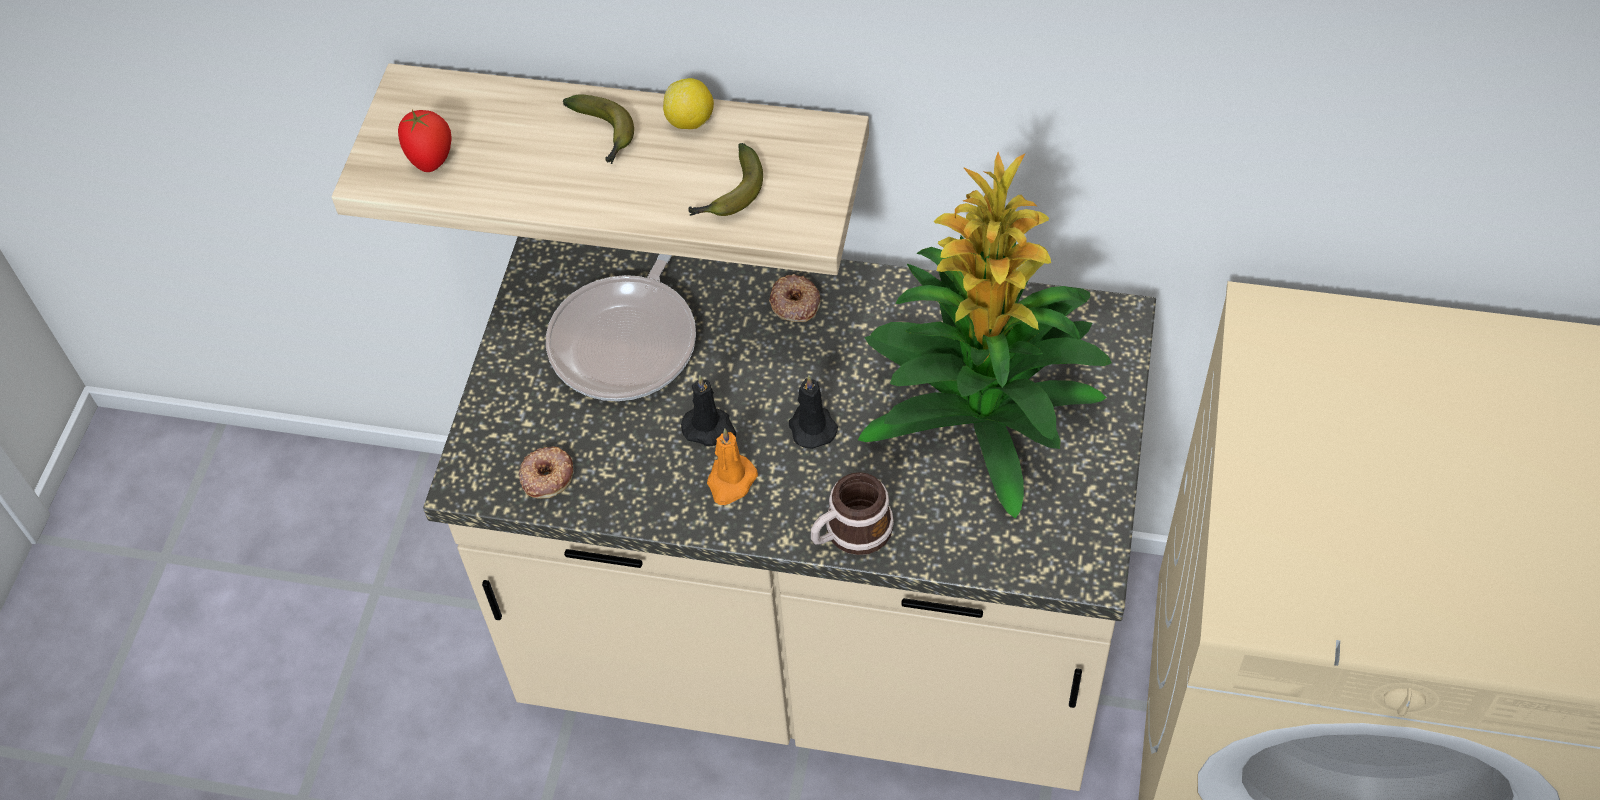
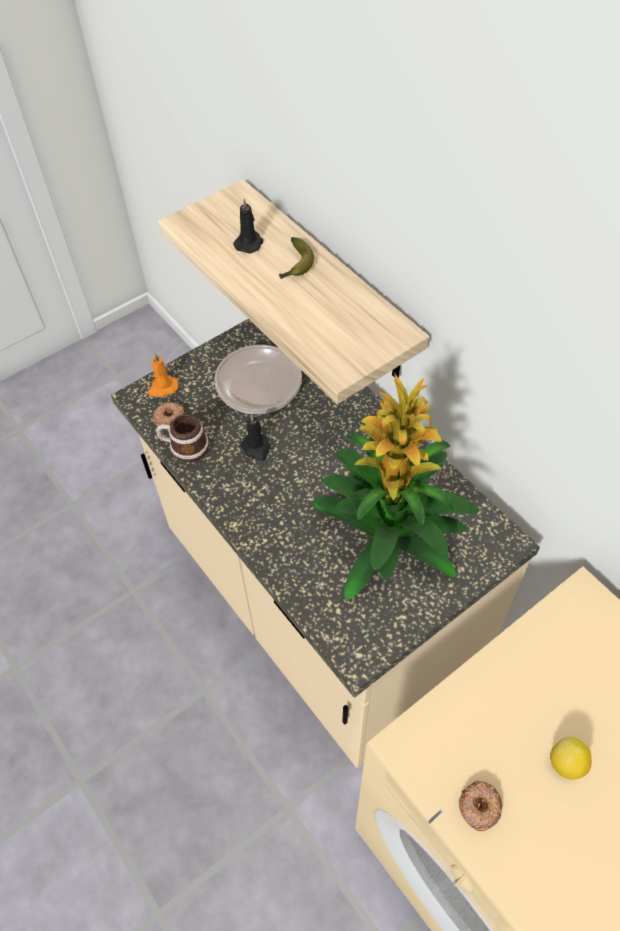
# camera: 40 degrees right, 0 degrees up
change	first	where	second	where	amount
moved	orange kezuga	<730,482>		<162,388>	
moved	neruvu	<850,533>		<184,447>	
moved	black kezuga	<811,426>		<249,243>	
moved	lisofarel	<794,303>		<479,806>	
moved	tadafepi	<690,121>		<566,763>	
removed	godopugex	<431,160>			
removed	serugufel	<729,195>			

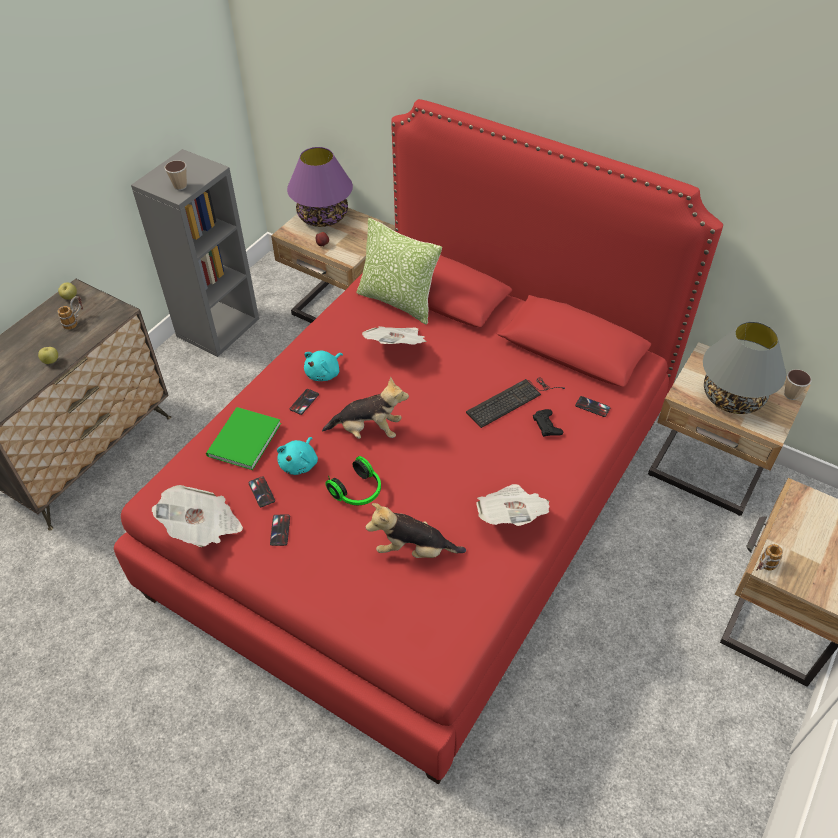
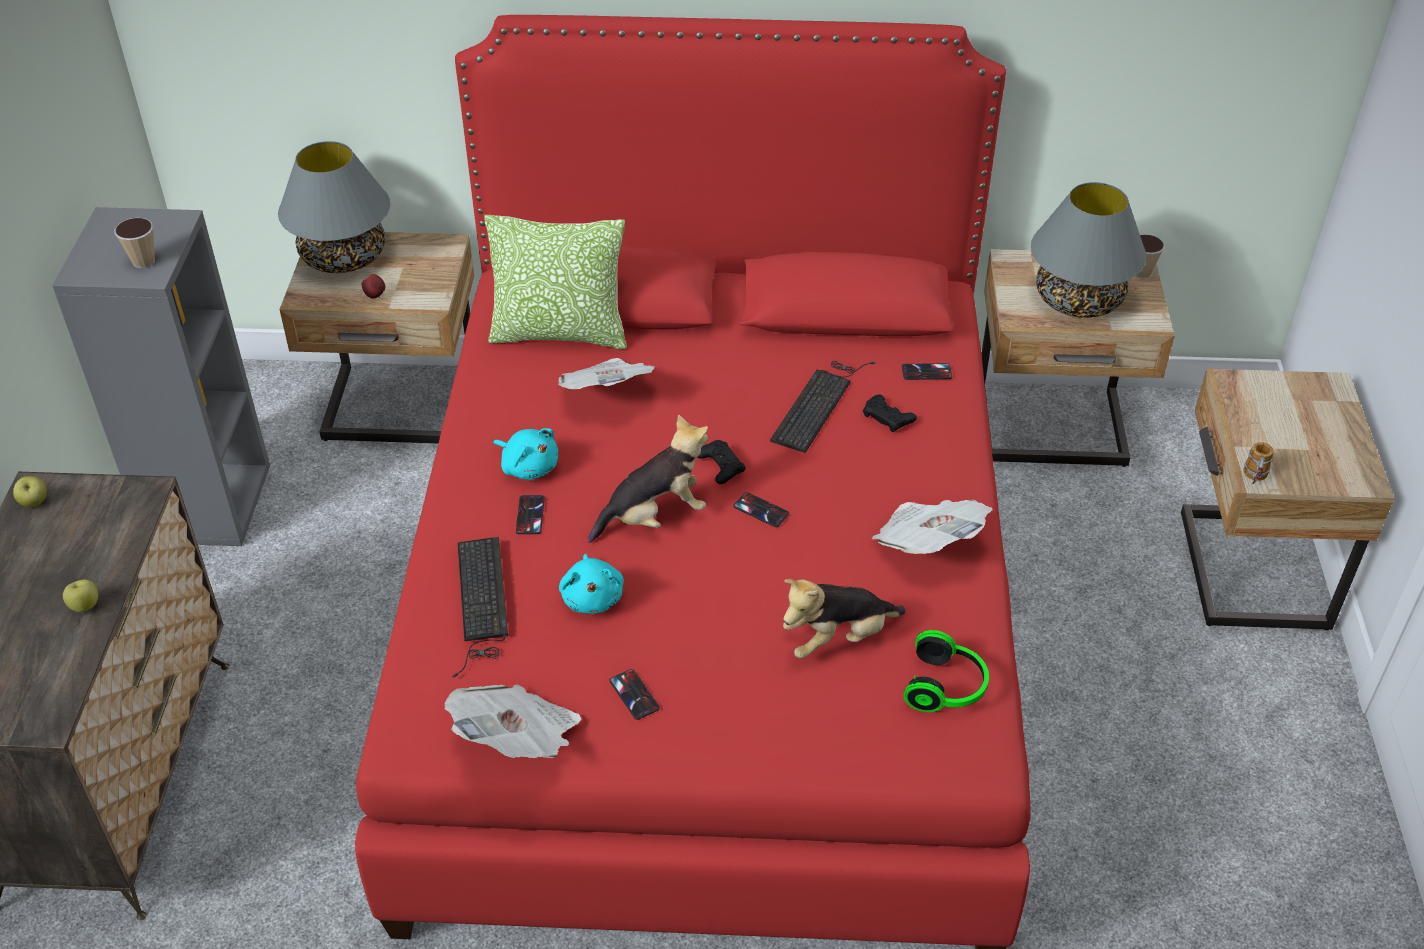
# camera: 30 degrees left, 5 degrees down
change	first	where	second	where	amount
recoloured	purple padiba	<323,216>	grey padiba	<343,256>	
replaced	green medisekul	<242,440>	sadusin	<480,602>	
turned	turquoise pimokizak	<324,373>		<528,466>	60 degrees counterclockwise
added			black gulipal	<720,466>	
moved	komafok	<261,492>		<761,510>	
moved	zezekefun	<358,492>		<946,687>	
removed	neruvu	<75,320>			

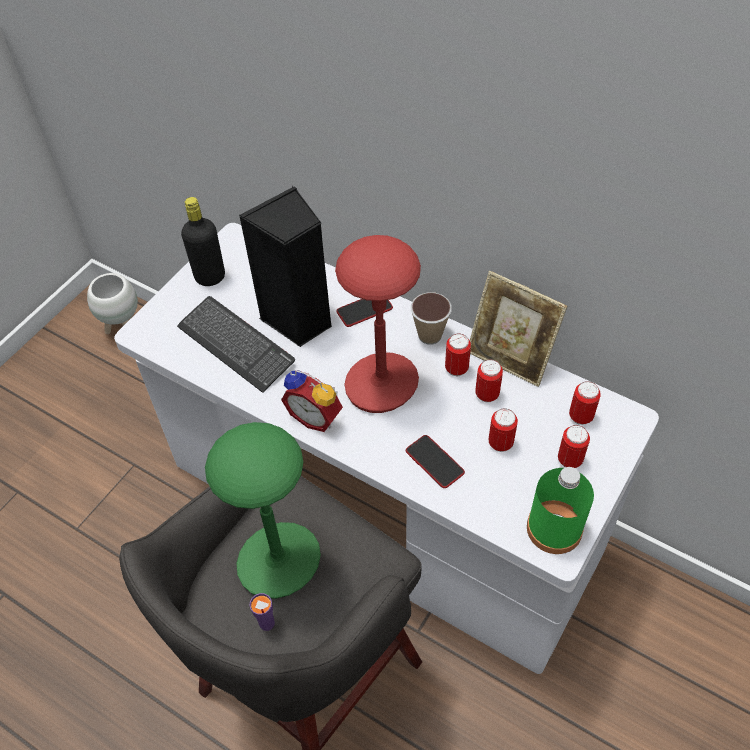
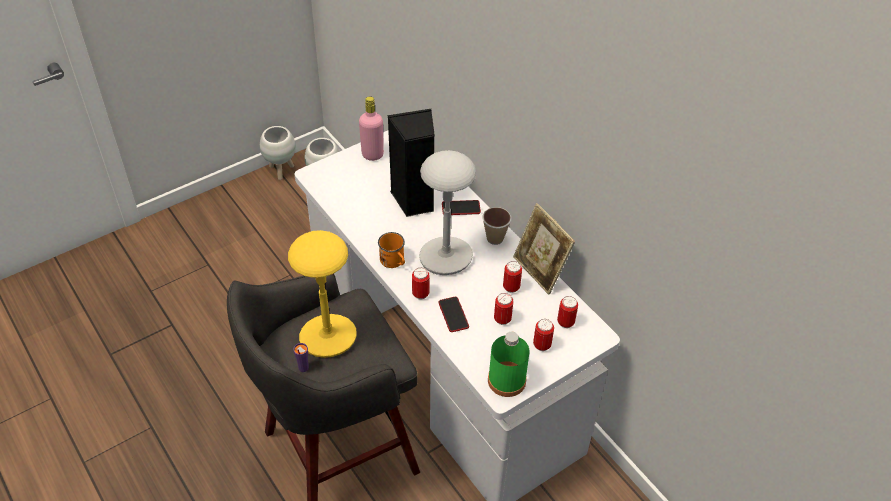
# camera: 20 degrees right, 5 degrees down
change	first	where	second	where	amount
added			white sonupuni	<281,170>	
recoloured	green padiba	<279,563>	yellow padiba	<328,338>	
recoloured	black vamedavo	<210,277>	pink vamedavo	<372,155>	
replaced	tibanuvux	<316,416>	orange neruvu	<394,262>	
moved	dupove	<456,369>		<420,294>	
recoloured	red padiba	<382,385>	grey padiba	<445,258>	
removed	sadusin	<236,345>			

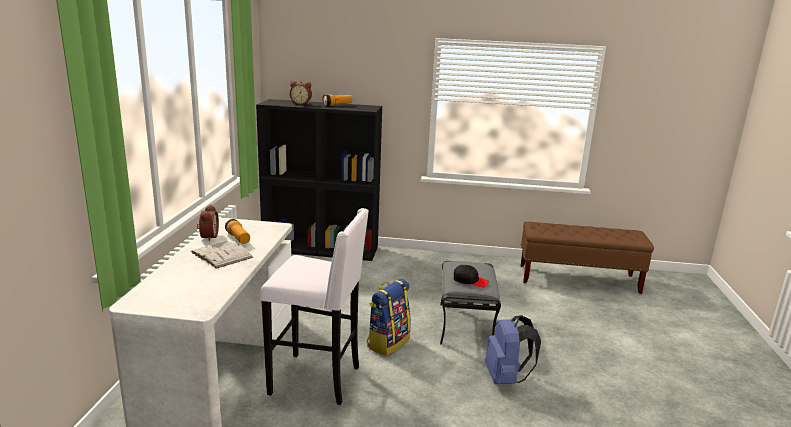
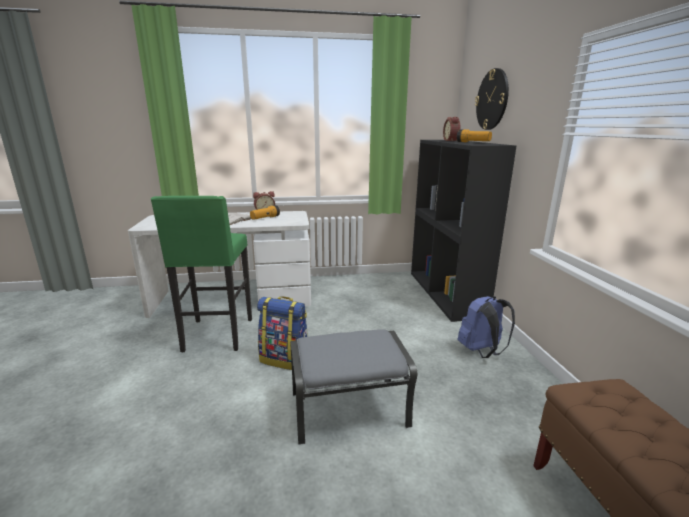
# camera: 75 degrees right, 0 degrees up
change	first	where	second	where	amount
recoloured	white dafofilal	<317,380>	green dafofilal	<217,336>	
moved	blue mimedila	<506,378>		<482,351>	
added			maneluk	<492,99>	
removed	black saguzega	<470,281>			

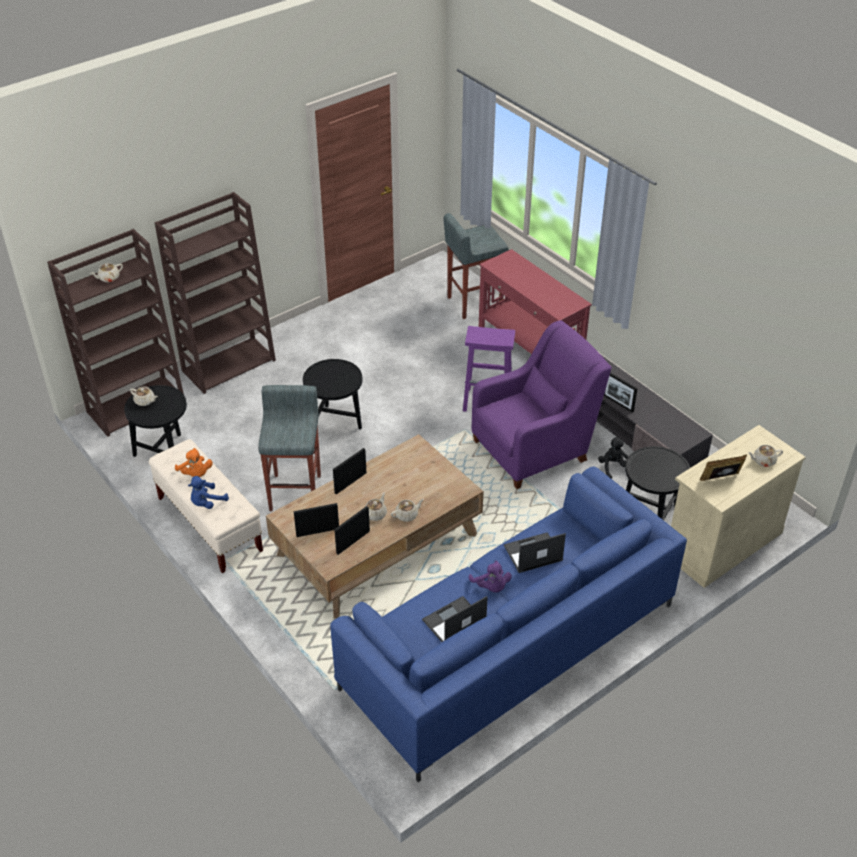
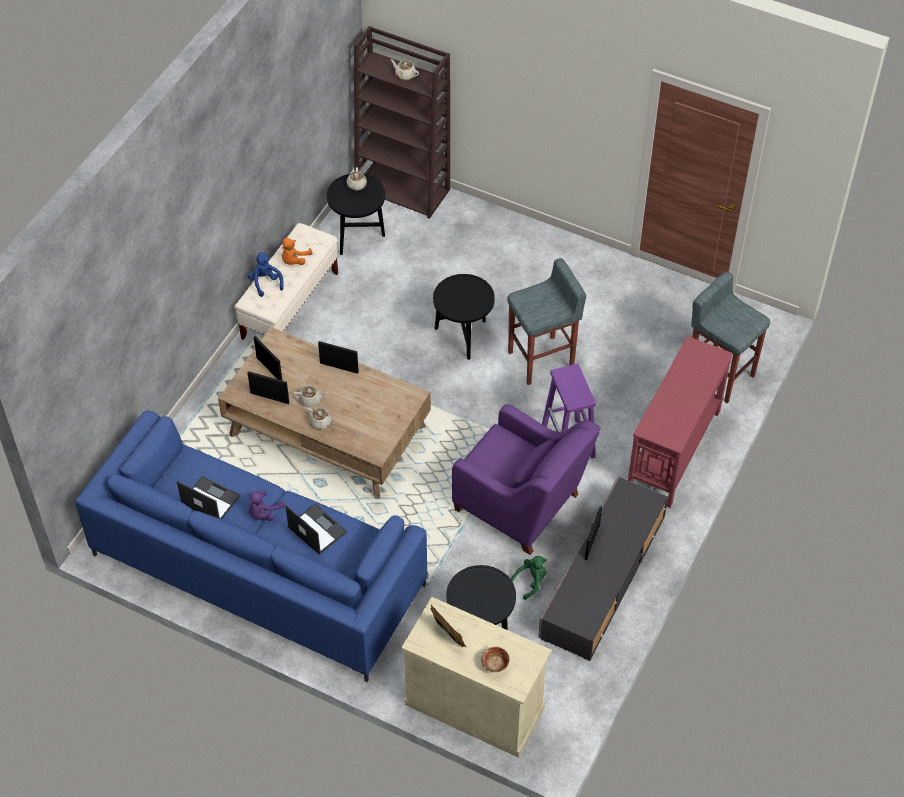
# camera: 65 degrees right, 10 degrees up
change	first	where	second	where	amount
turned	blue pimokizak	<207,503>		<265,283>	45 degrees clockwise
replaced	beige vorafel	<763,461>	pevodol	<495,665>	
moved	grey dafofilal	<296,491>		<542,360>	
recoloured	black pimokizak	<614,468>	green pimokizak	<531,581>	
removed	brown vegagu	<229,364>			

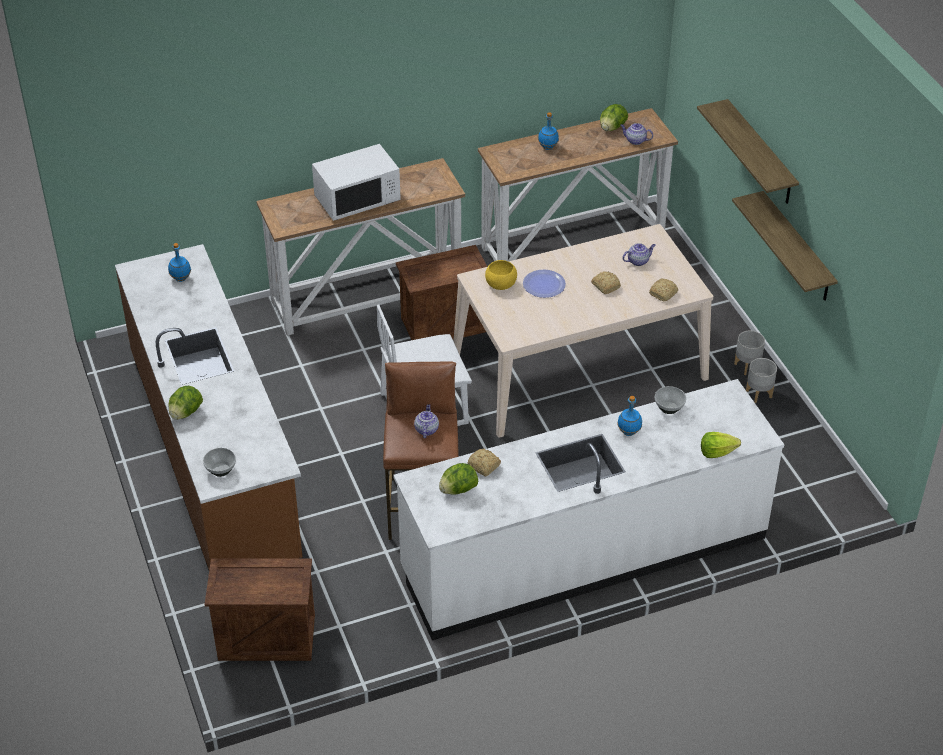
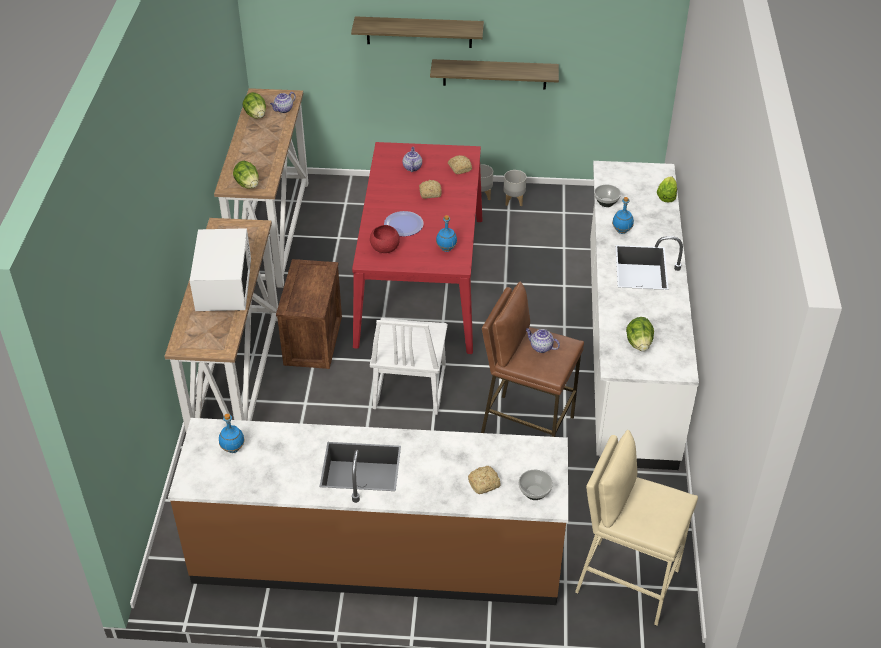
# camera: 65 degrees left, 0 degrees up
change	first	where	second	where	amount
moved	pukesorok	<185,413>		<247,184>	
recoloured	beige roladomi	<579,366>	red roladomi	<421,279>	
recoloured	yellow pevodol	<501,284>	red pevodol	<385,248>	
moved	blue vamedavo	<548,147>		<446,249>	
moved	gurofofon	<484,466>		<484,483>	
replaced	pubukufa	<268,636>	beige dafofilal	<626,581>	

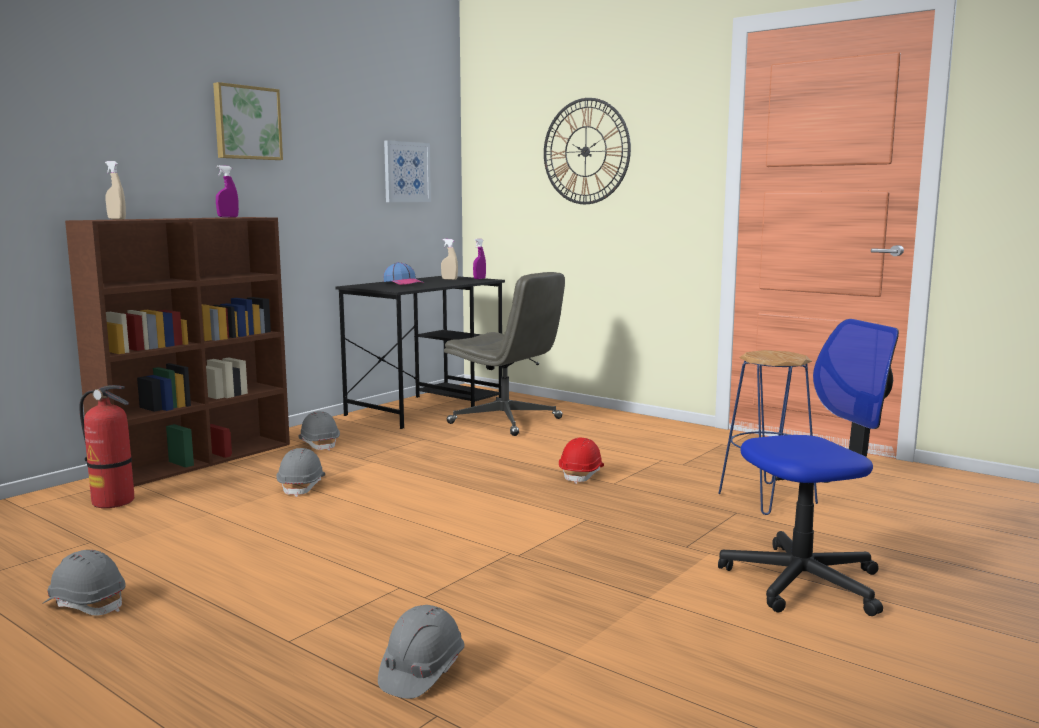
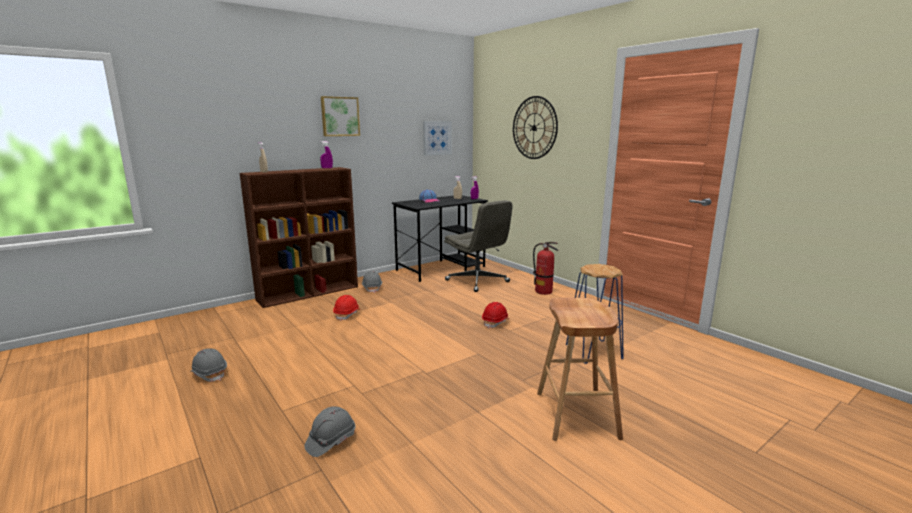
# camera: 15 degrees right, 5 degrees up
change	first	where	second	where	amount
recoloured	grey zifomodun	<302,486>	red zifomodun	<347,314>	
moved	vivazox	<114,502>		<543,292>	
replaced	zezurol	<803,581>	brown dafofilal	<576,414>	

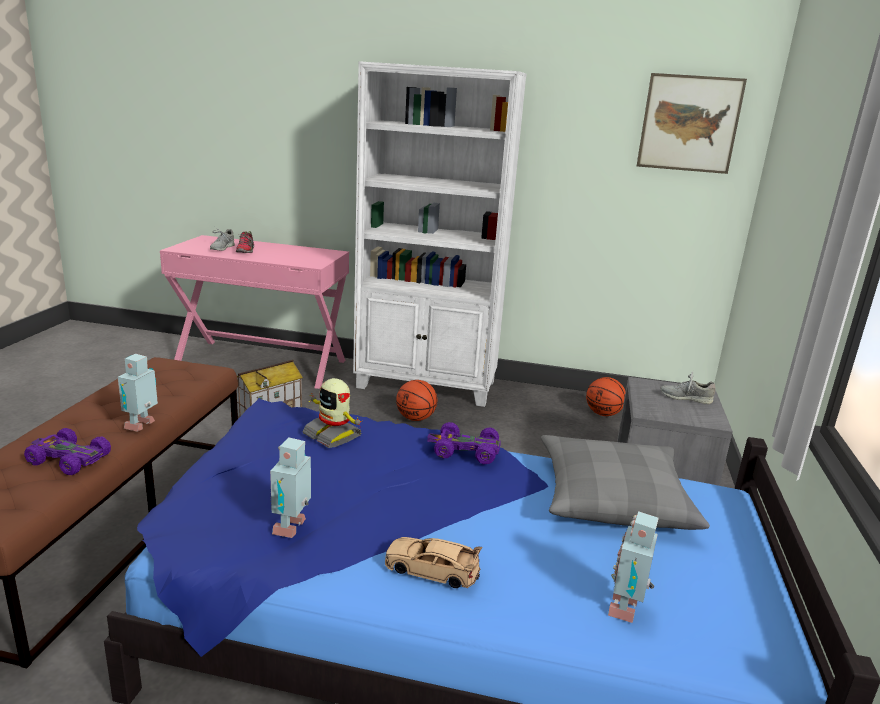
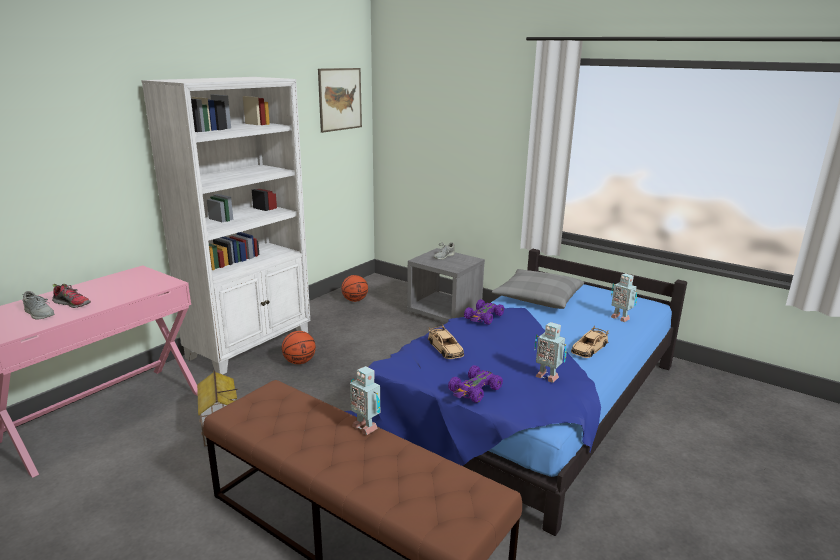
# camera: 65 degrees left, 0 degrees up
change	first	where	second	where	amount
replaced	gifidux	<333,435>	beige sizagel	<445,349>	
moved	purple sizagel	<68,459>		<474,390>	

